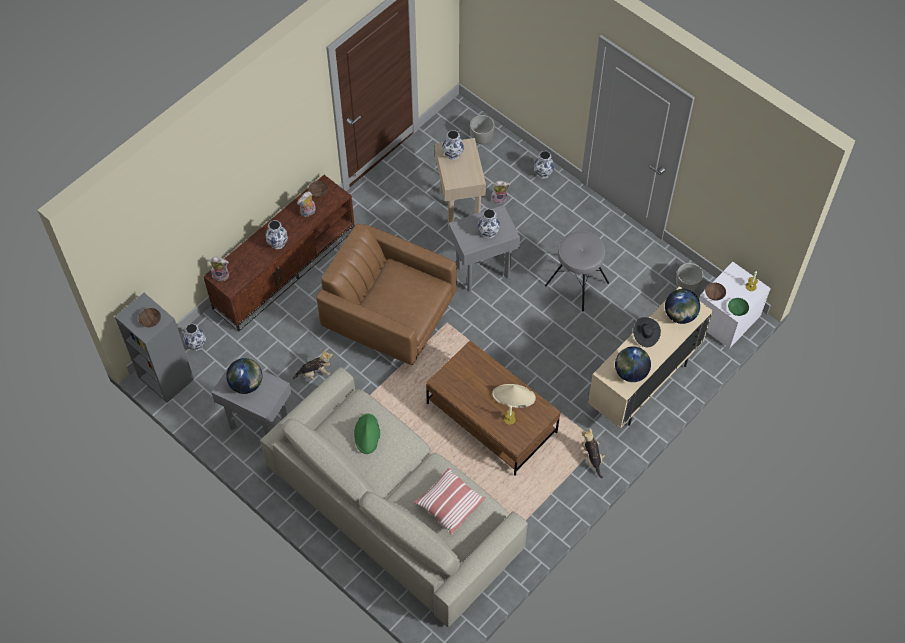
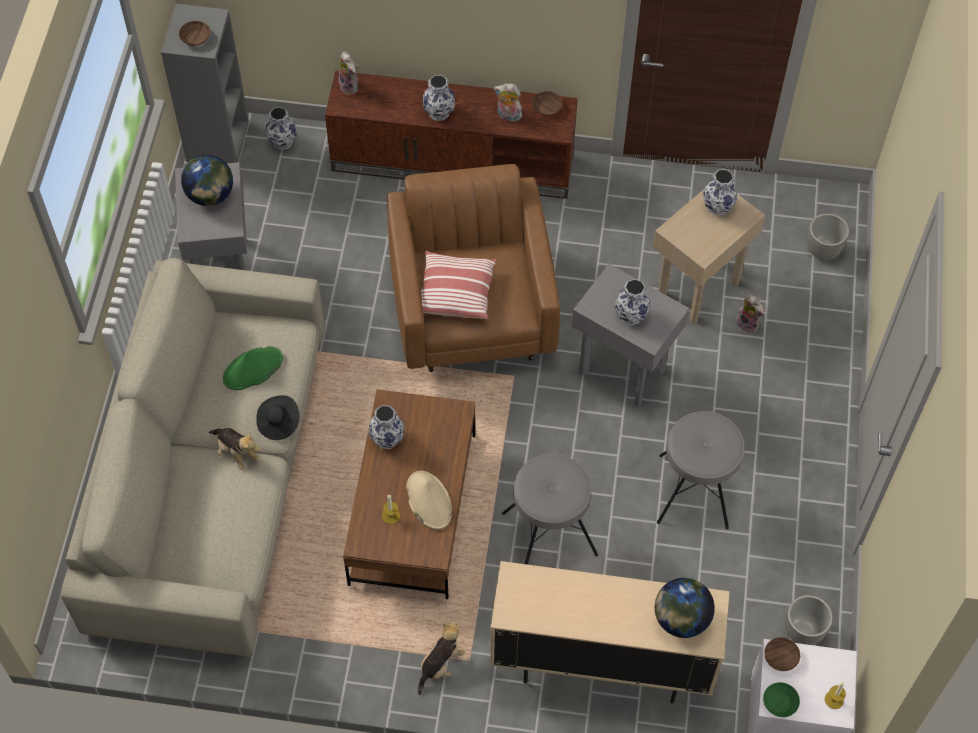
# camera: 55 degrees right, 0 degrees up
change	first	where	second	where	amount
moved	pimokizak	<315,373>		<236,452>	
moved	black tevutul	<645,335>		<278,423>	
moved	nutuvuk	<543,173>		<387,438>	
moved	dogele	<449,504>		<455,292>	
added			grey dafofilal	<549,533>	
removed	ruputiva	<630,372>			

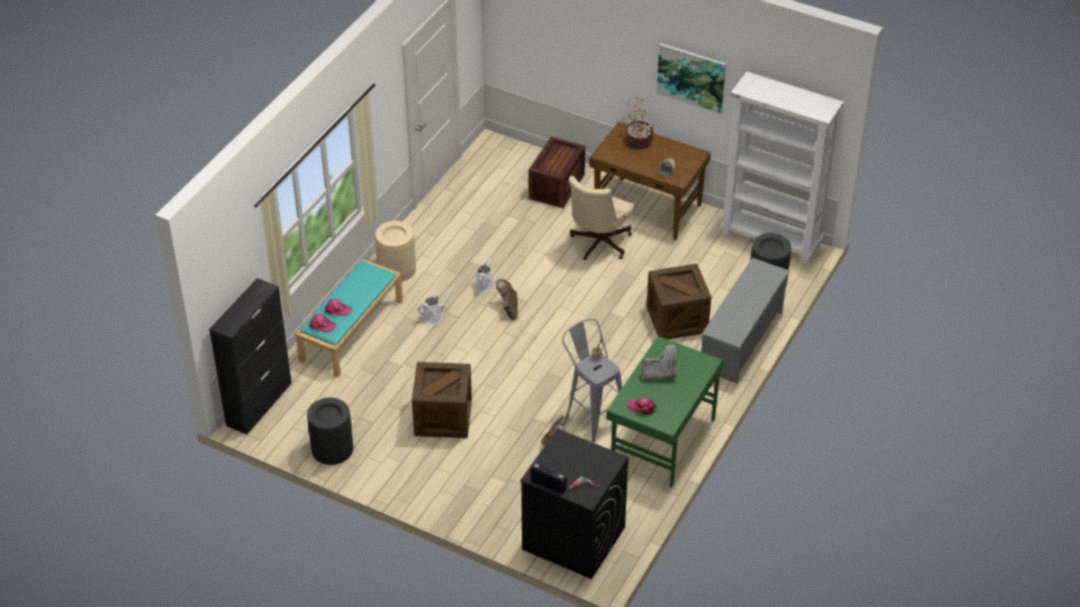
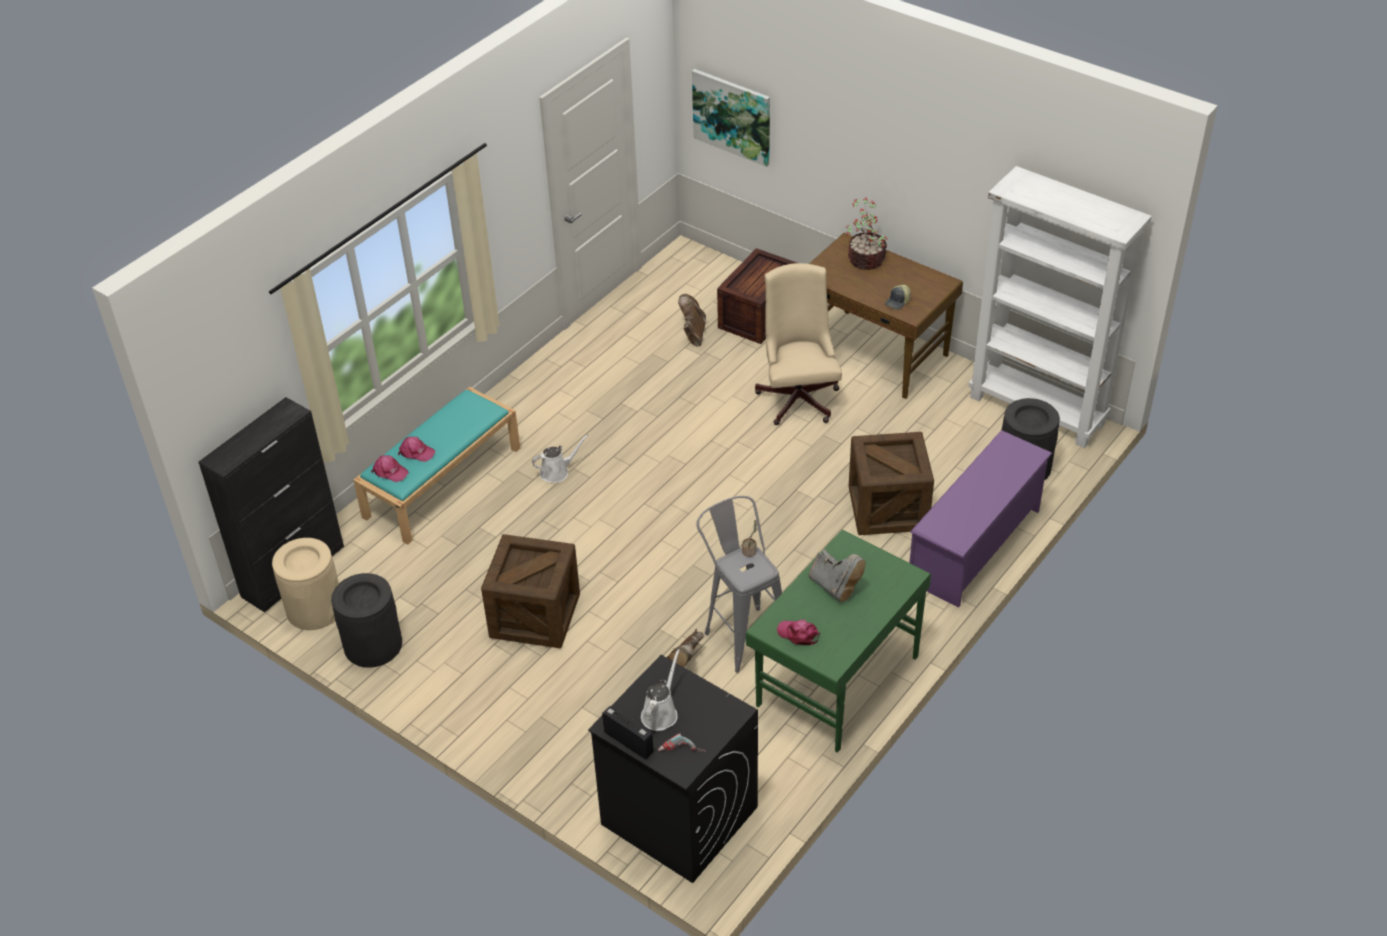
# camera: 10 degrees right, 0 degrees up
change	first	where	second	where	amount
moved	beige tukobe	<397,269>		<315,608>	
moved	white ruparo	<484,283>		<660,713>	
moved	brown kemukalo	<508,308>		<693,333>	
moved	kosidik	<691,77>		<732,116>	
turned	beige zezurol	<598,244>		<798,396>	135 degrees clockwise
turned	grey kemukalo	<660,375>		<835,587>	45 degrees clockwise
recoloured	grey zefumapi	<742,341>	purple zefumapi	<975,546>	

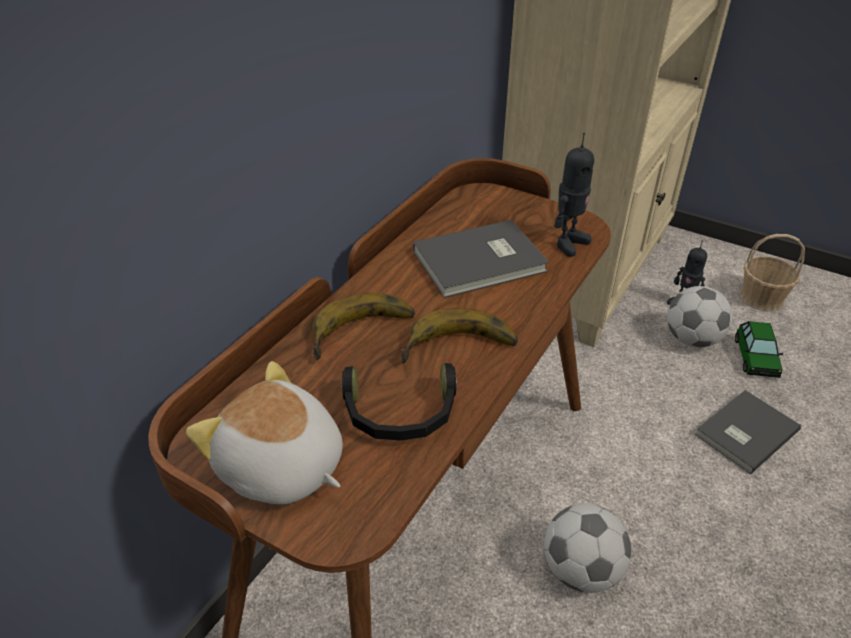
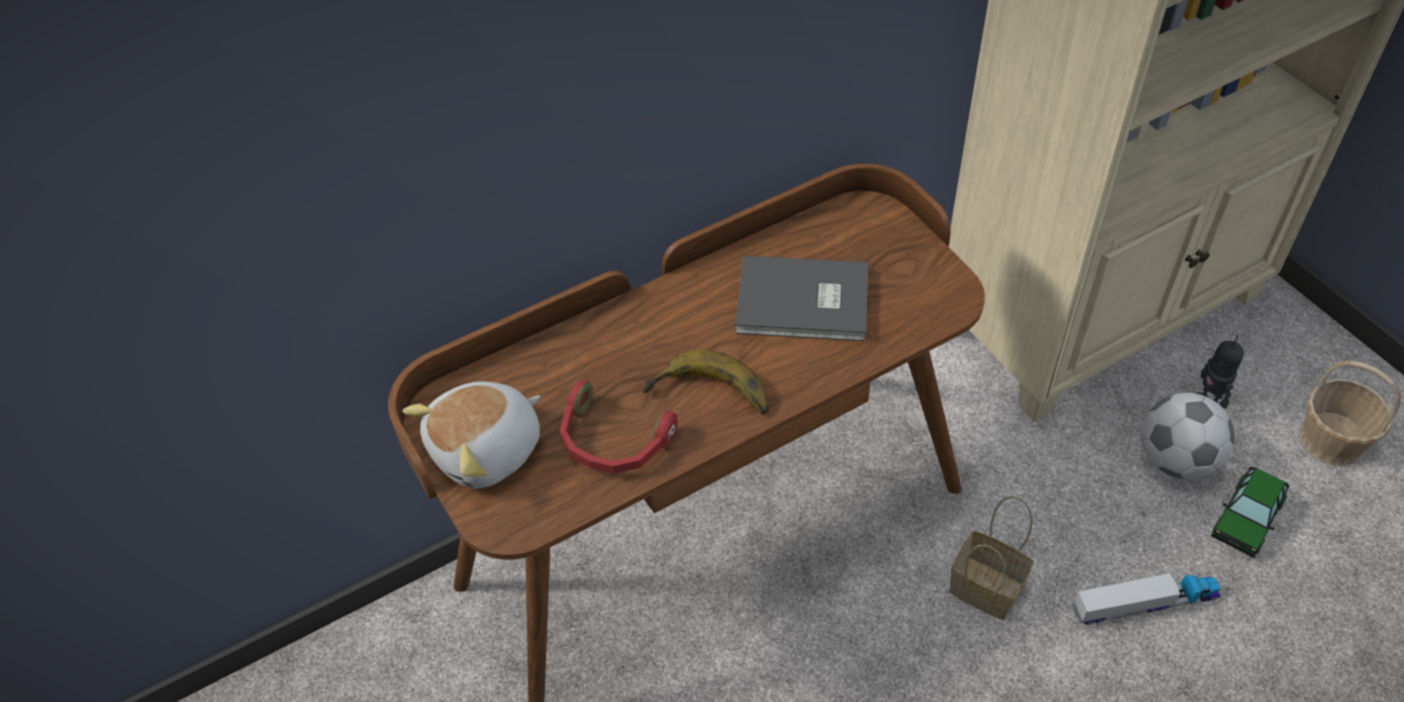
# camera: 30 degrees right, 10 degrees up
change	first	where	second	where	amount
turned	pimokizak	<281,467>		<488,450>	105 degrees counterclockwise
recoloured	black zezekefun	<400,414>	red zezekefun	<612,442>	
added			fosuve	<988,588>	
replaced	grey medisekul	<743,432>	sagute	<1145,604>	
removed	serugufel	<364,334>			
removed	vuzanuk	<580,569>			
removed	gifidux	<568,243>			

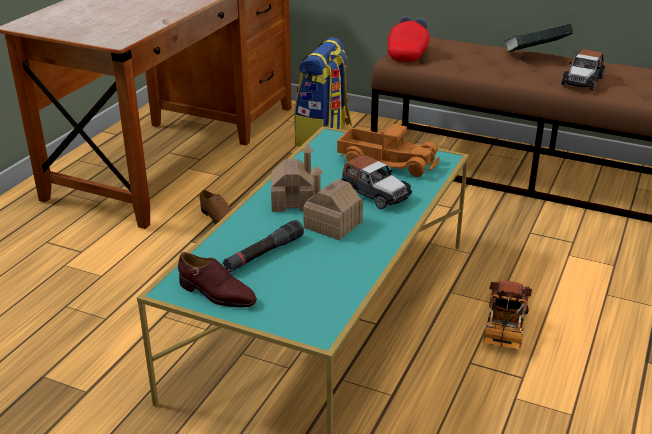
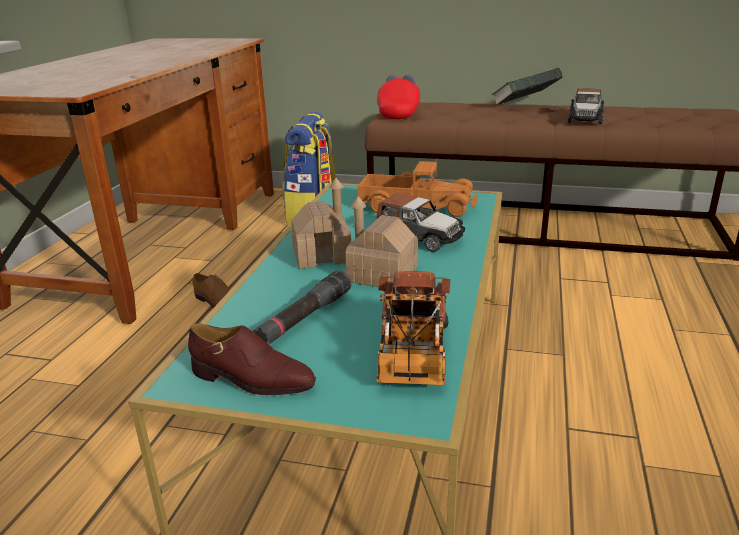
# camera: 10 degrees left, 5 degrees down
change	first	where	second	where	amount
moved	sagute	<503,331>		<412,359>	

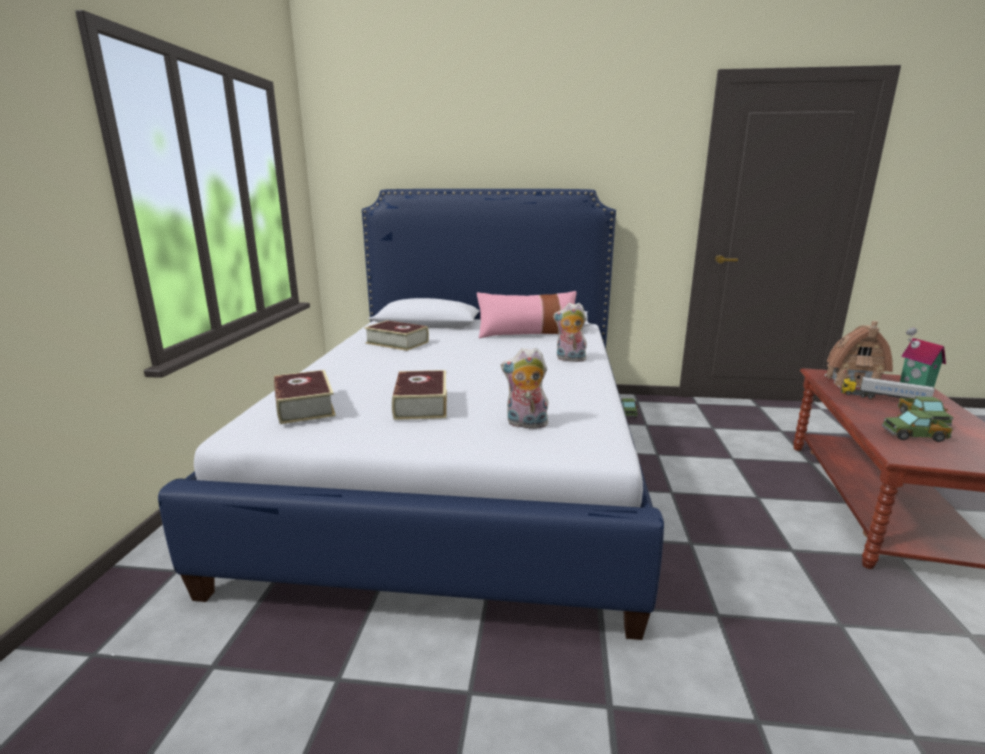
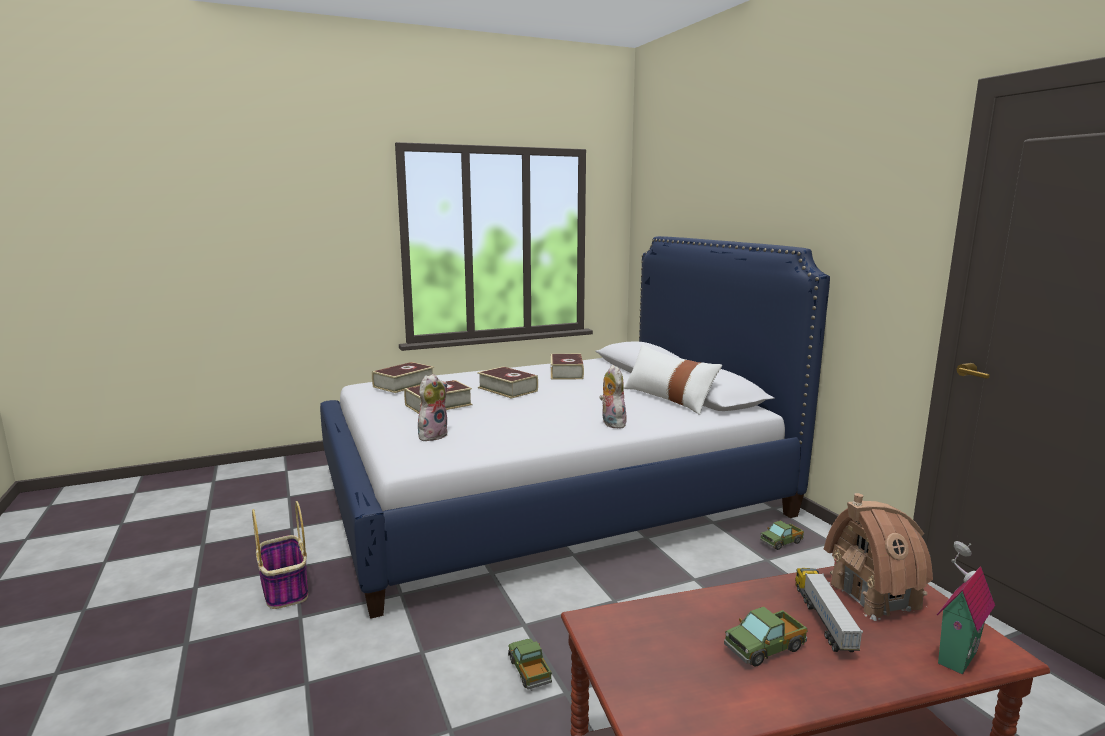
# camera: 60 degrees right, 5 degrees down
change	first	where	second	where	amount
added			fosuve	<284,588>	
turned	pimokizak	<525,424>		<432,435>	60 degrees clockwise
added			medisekul	<507,389>	
moved	sagute	<914,436>		<529,671>	
recoloured	pink dogele	<527,334>	white dogele	<668,399>	

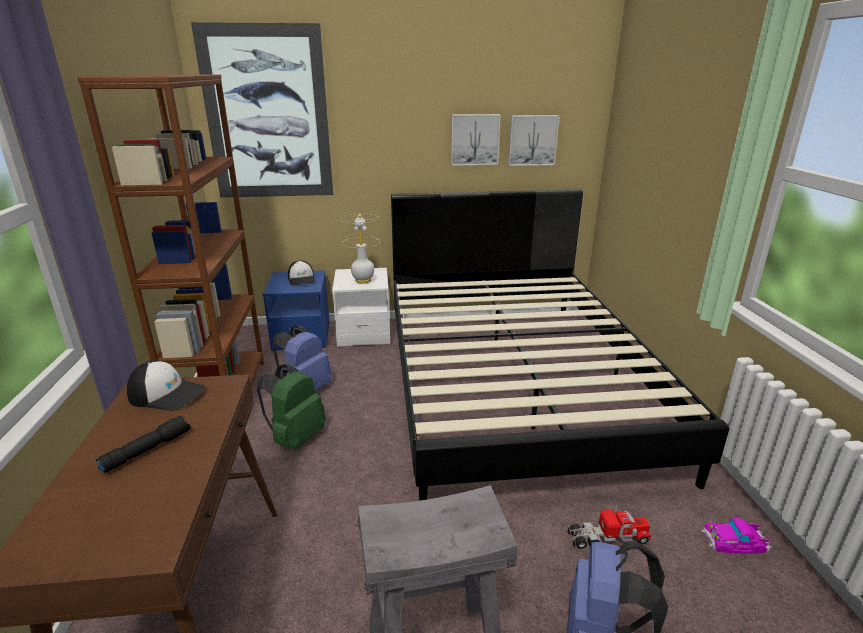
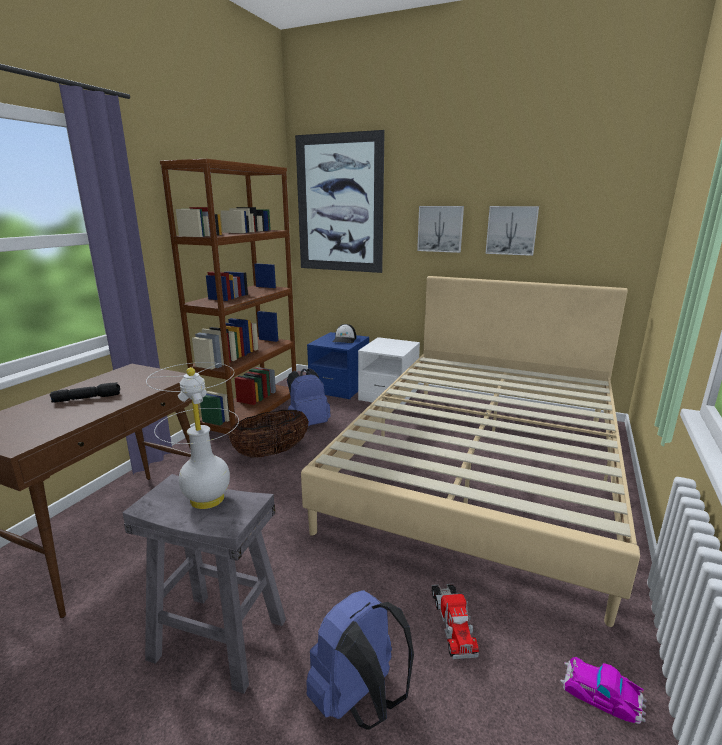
# camera: 30 degrees right, 5 degrees down
change	first	where	second	where	amount
moved	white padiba	<363,281>		<207,499>	
replaced	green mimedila	<295,437>	fosuve	<271,453>	
recoloured	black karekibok	<513,383>	beige karekibok	<484,465>	
moved	kosidik	<532,140>		<440,229>	
turned	sagute	<607,538>		<452,623>	60 degrees clockwise
removed	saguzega	<167,394>			

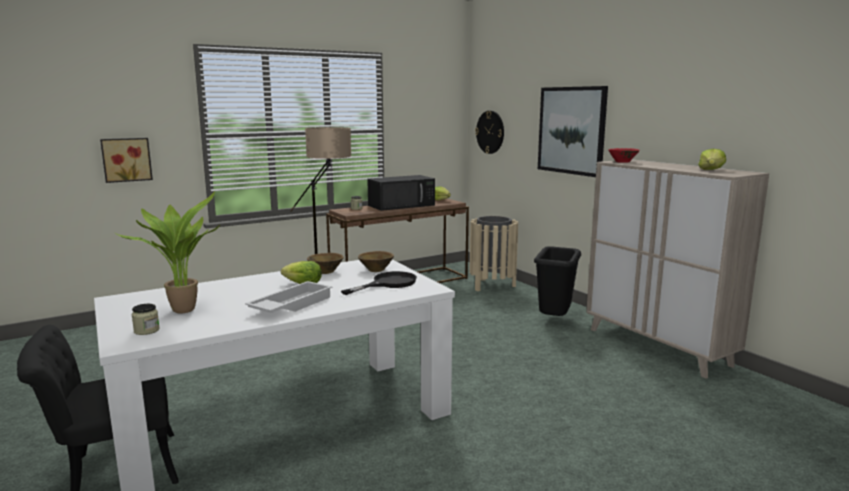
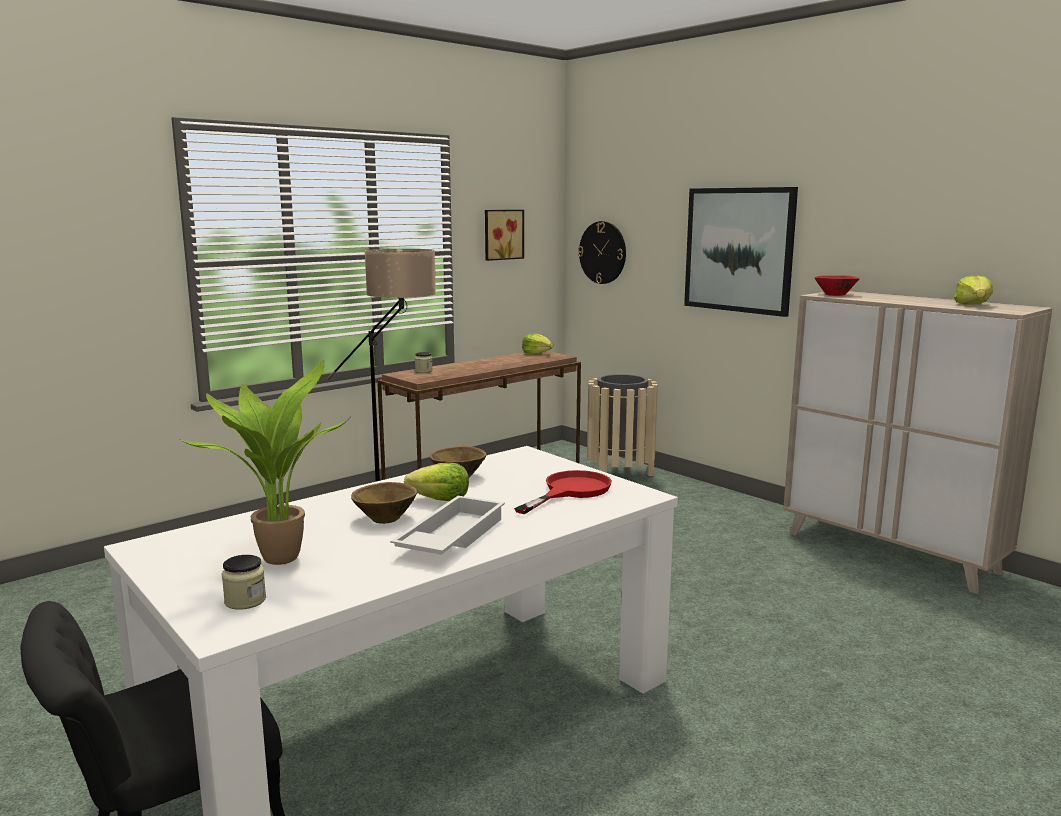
# camera: 10 degrees left, 0 degrees up
change	first	where	second	where	amount
moved	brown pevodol	<376,270>		<386,518>	
moved	kosidik	<126,159>		<502,234>	
recoloured	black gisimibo	<388,283>	red gisimibo	<570,491>	
removed	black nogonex	<402,205>			
removed	black tukobe	<554,321>			

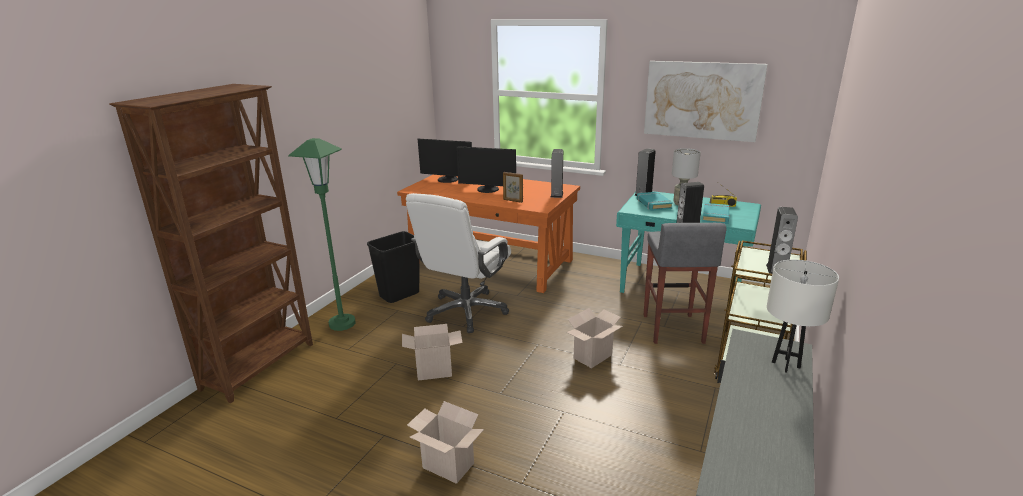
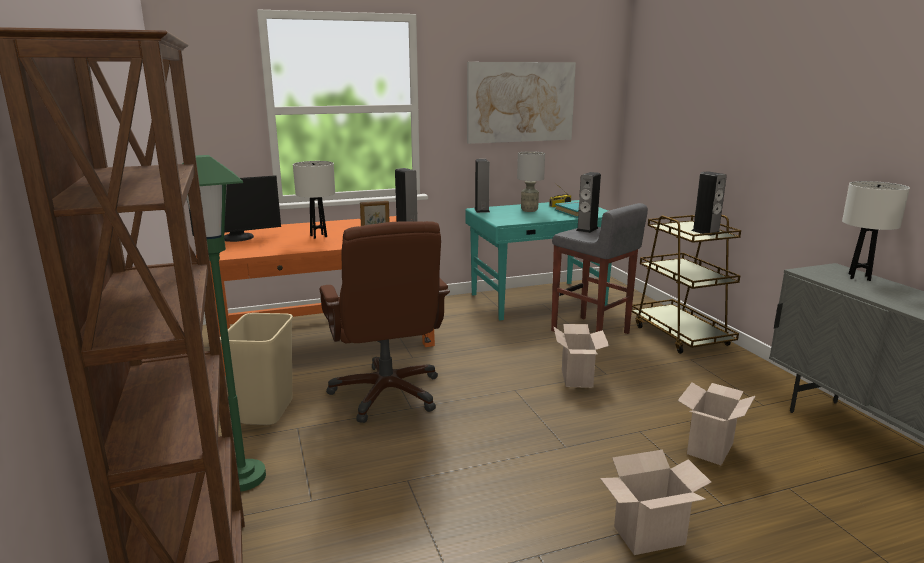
# camera: 45 degrees left, 5 degrees down
change	first	where	second	where	amount
recoloured	black tukobe	<399,294>	beige tukobe	<266,411>	
replaced	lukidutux	<487,190>	white padiba	<318,236>	
recoloured	white zezurol	<466,312>	brown zezurol	<387,394>	
moved	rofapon	<435,370>		<709,447>	
removed	turquoise medisekul	<653,204>			

